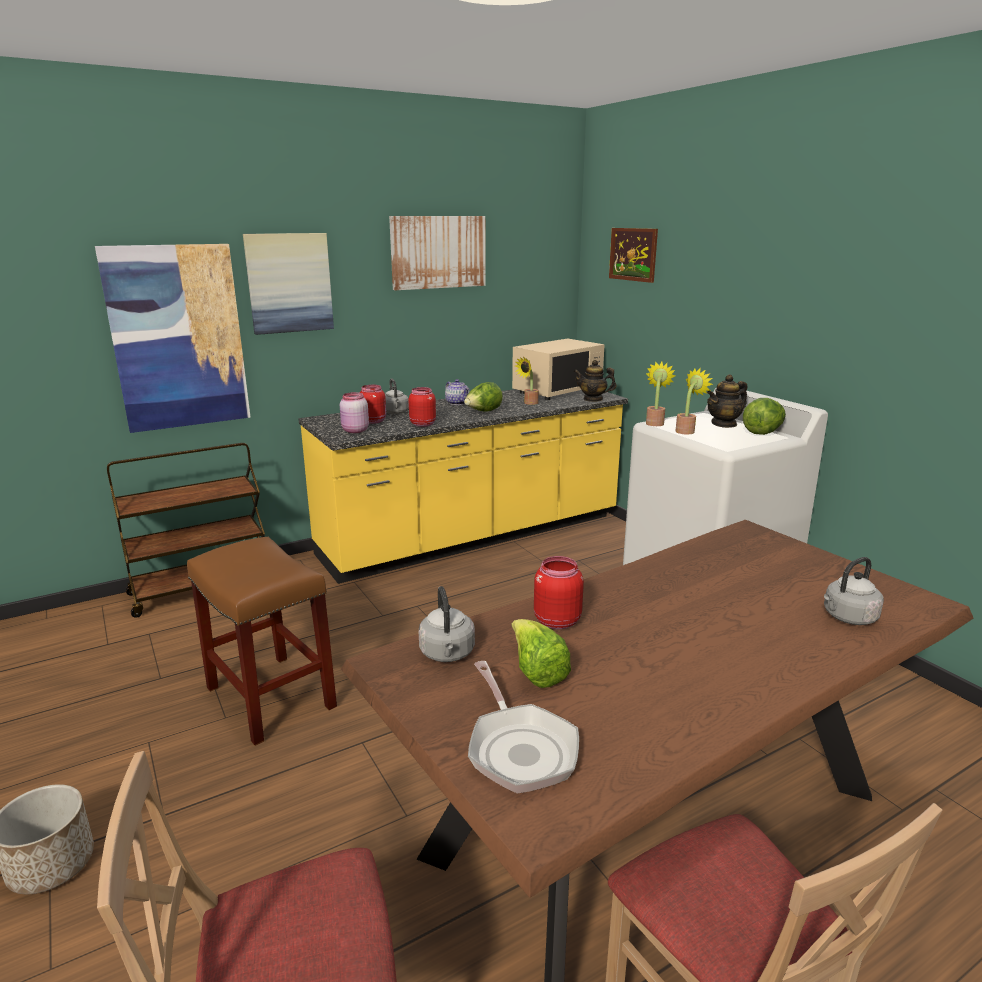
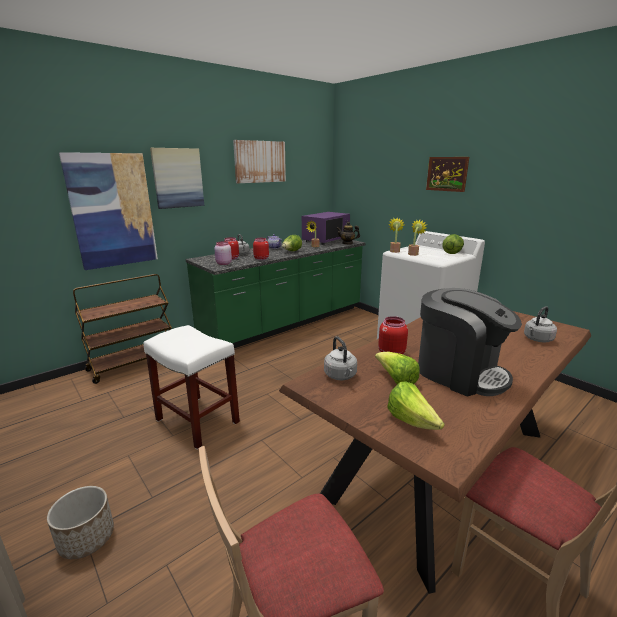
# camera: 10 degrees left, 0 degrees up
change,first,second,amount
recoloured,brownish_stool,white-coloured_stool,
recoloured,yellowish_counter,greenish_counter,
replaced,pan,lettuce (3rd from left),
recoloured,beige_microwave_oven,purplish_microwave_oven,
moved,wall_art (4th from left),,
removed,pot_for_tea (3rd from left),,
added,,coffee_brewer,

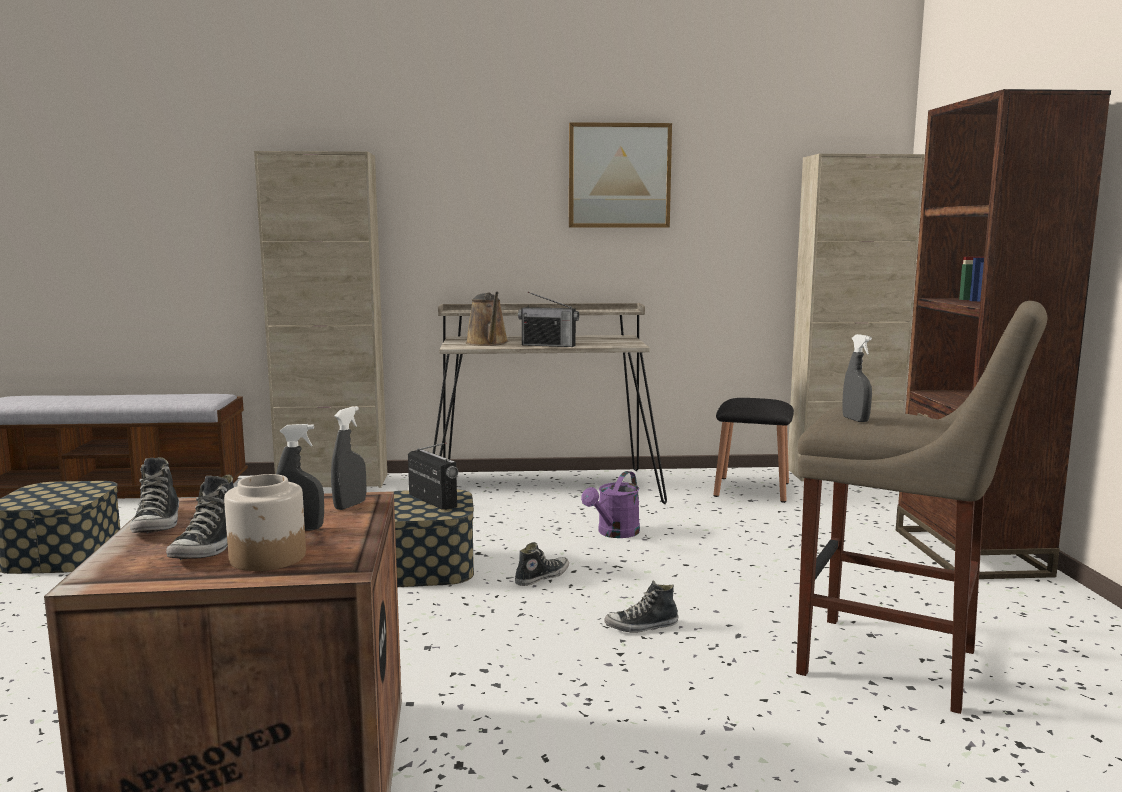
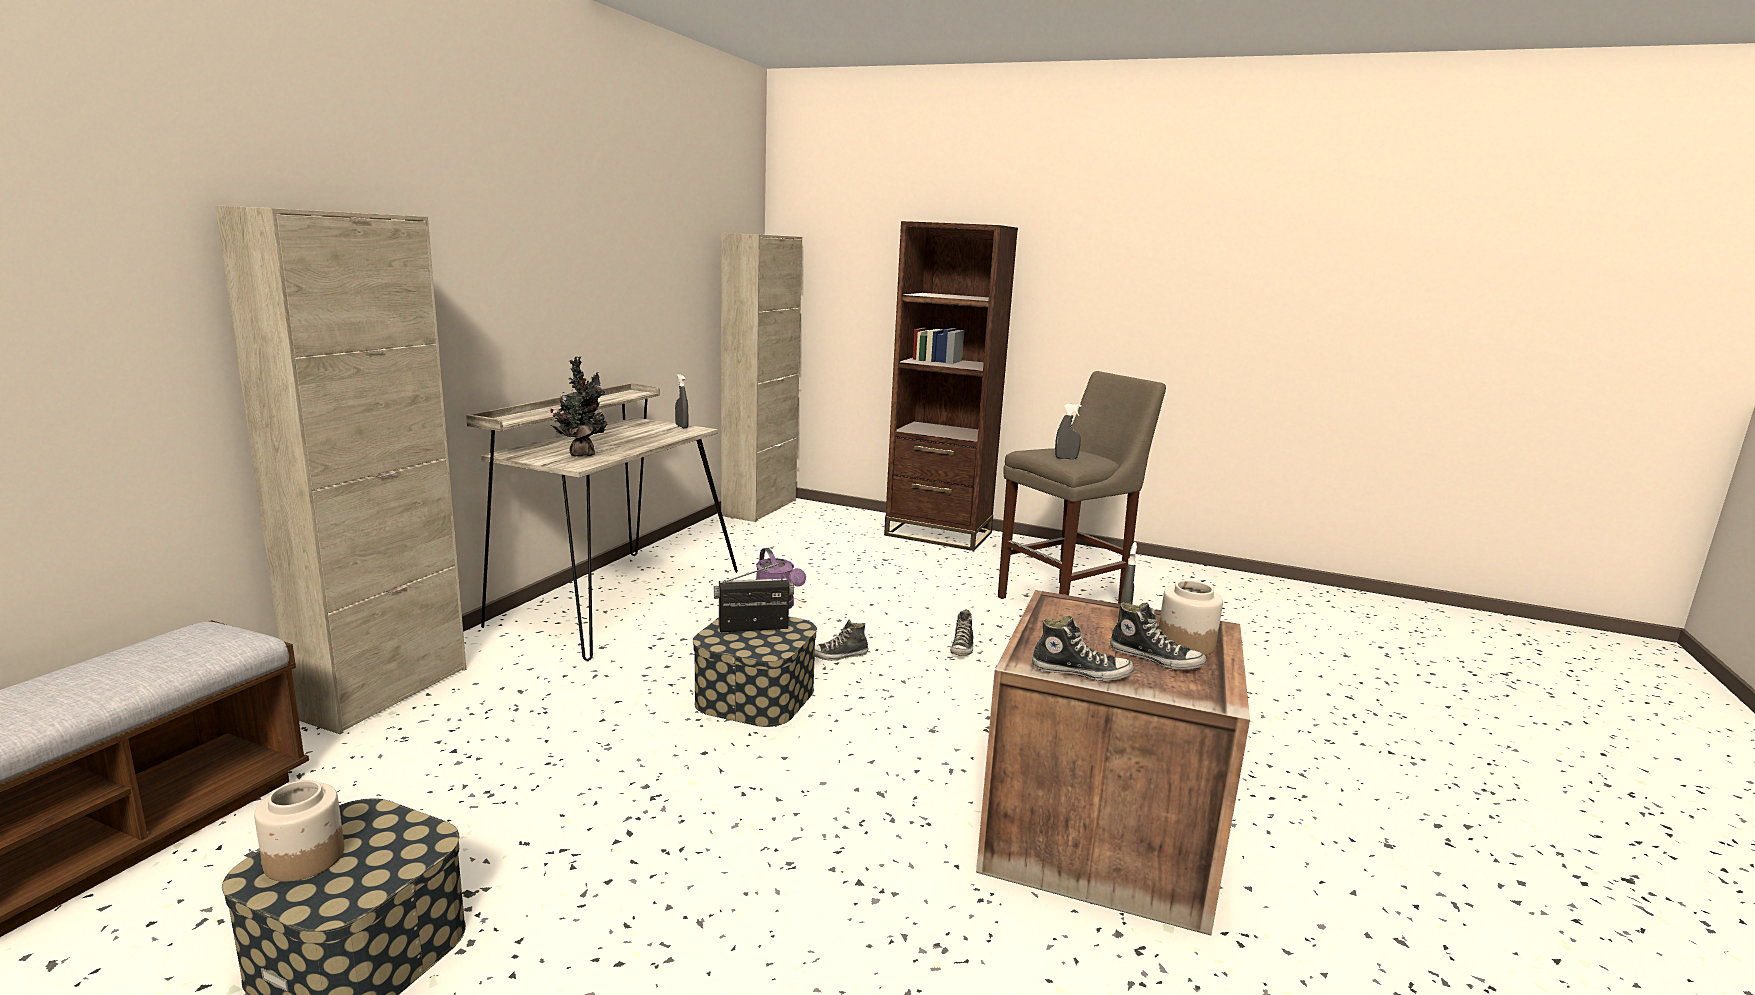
# camera: 65 degrees left, 5 degrees up
change,first,second,amount
moved,gray_hand_sprayer (2nd from left in the first image),gray_hand_sprayer (1st from left),
replaced,brownish_watering_can,potted_plant,
turned,shoe (3rd from left in the first image),shoe (1st from left),90 degrees counterclockwise
removed,radio_receiver (2nd from left),,
removed,wall_art,,
removed,black_stool,,
added,,storage_jar (1st from left),

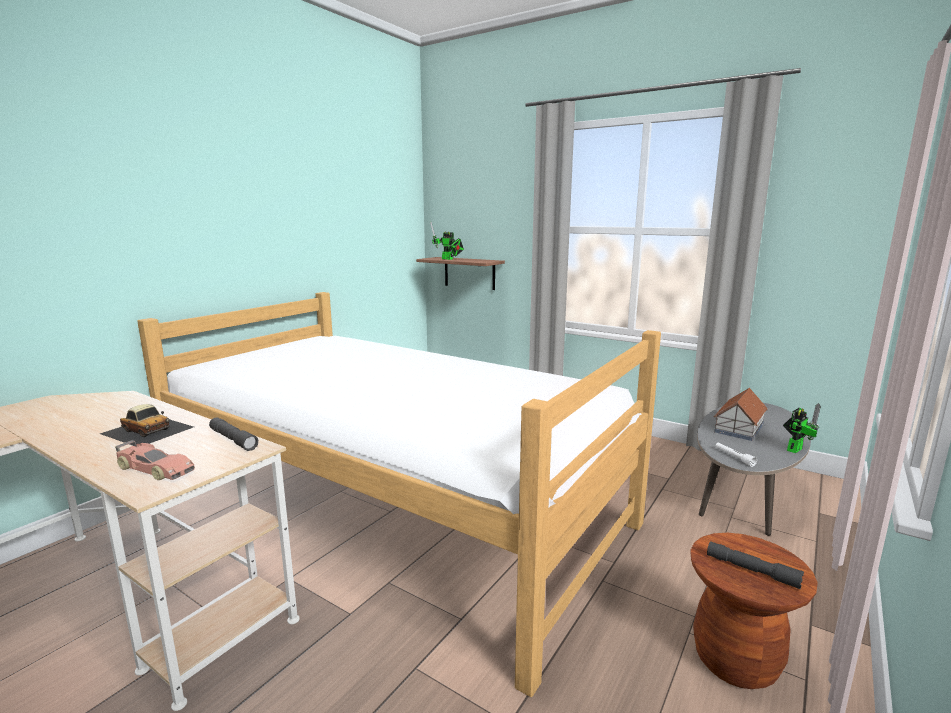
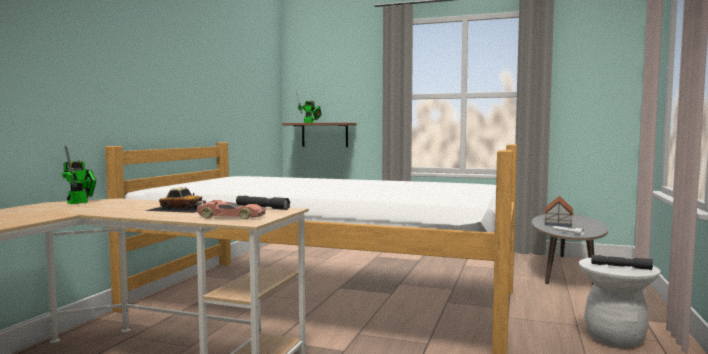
# camera: 15 degrees left, 10 degrees down
change,first,second,amount
recoloured,brownish_stool,white-coloured_stool,
moved,model_robot (2nd from left in the first image),model_robot (1st from left),

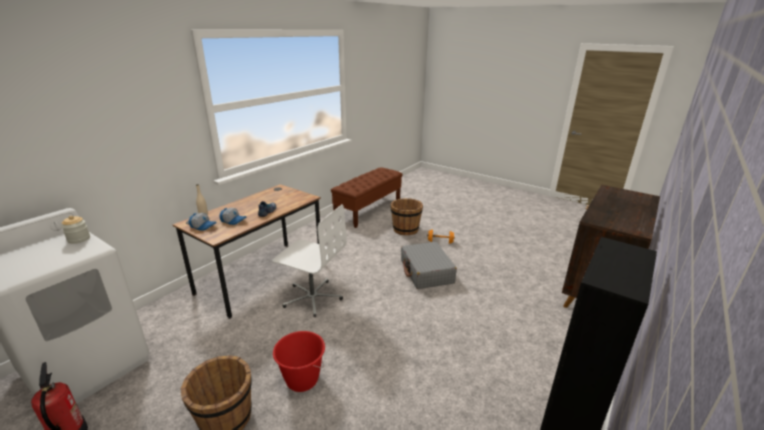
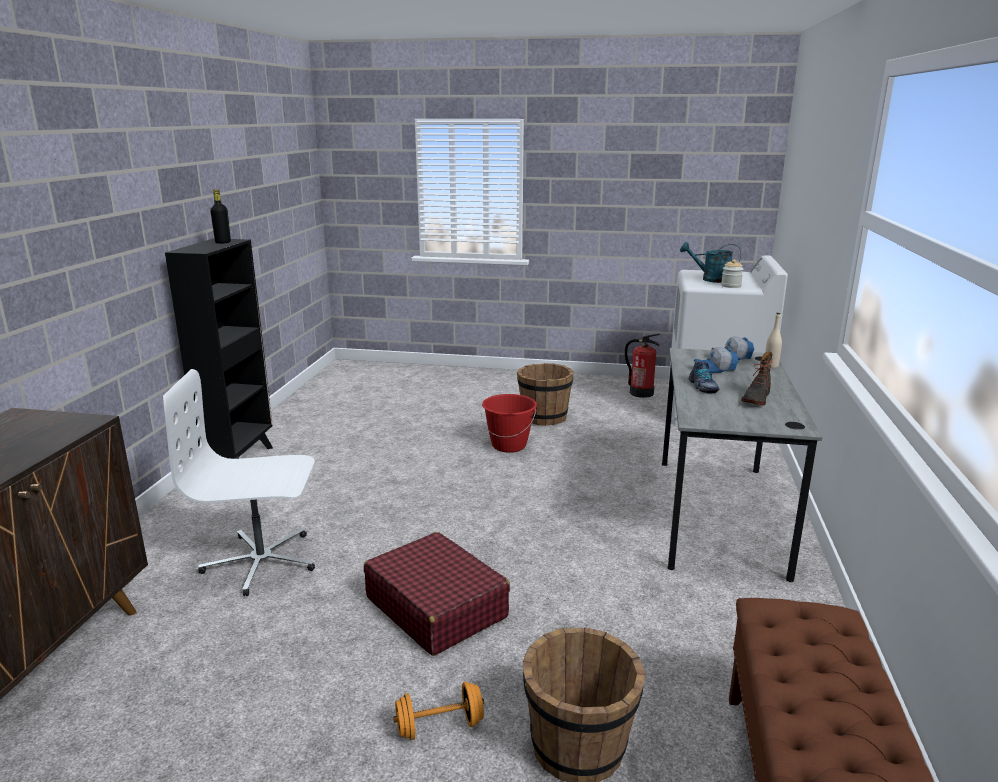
# camera: 155 degrees right, 5 degrees down
change,first,second,amount
recoloured,brownish_desk_unit,gray_desk_unit,
moved,white-coloured_desk_chair,,
recoloured,gray_suitcase,red-coloured_suitcase,
added,,black_bottle,
added,,turquoise_watering_can,
added,,high-top_boot,

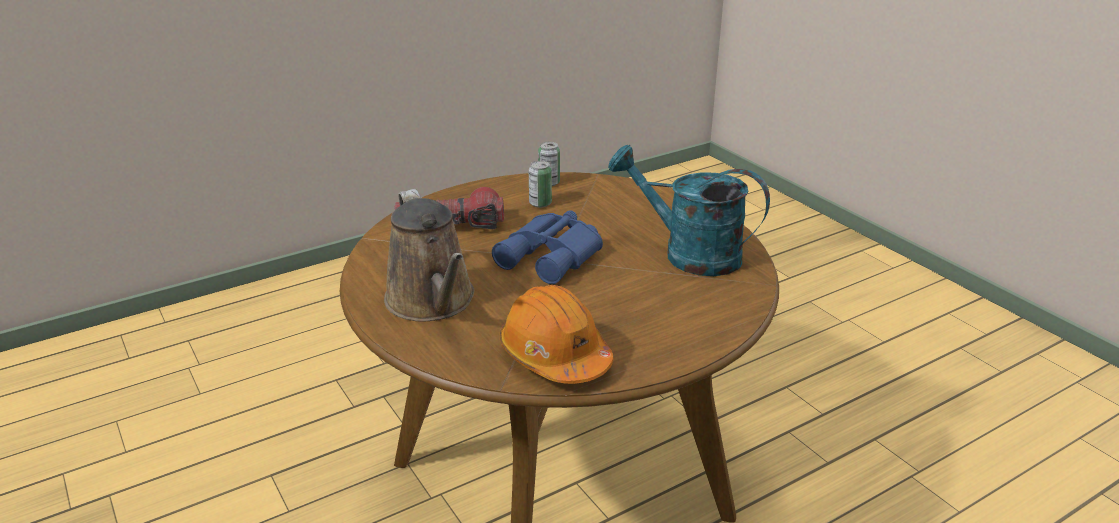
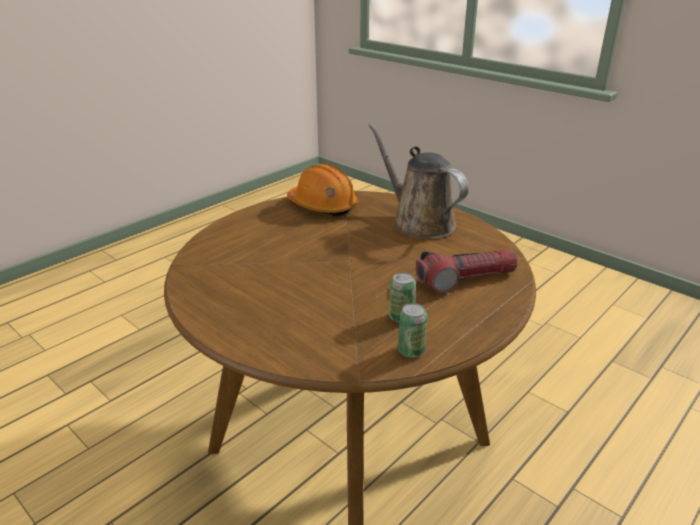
# camera: 165 degrees right, 0 degrees up
change,first,second,amount
removed,blue-coloured_pair_of_binoculars,,
removed,turquoise_watering_can,,

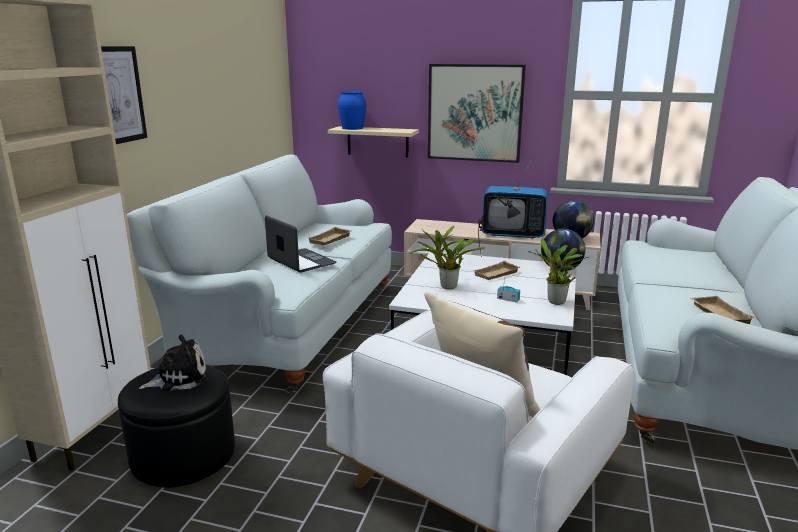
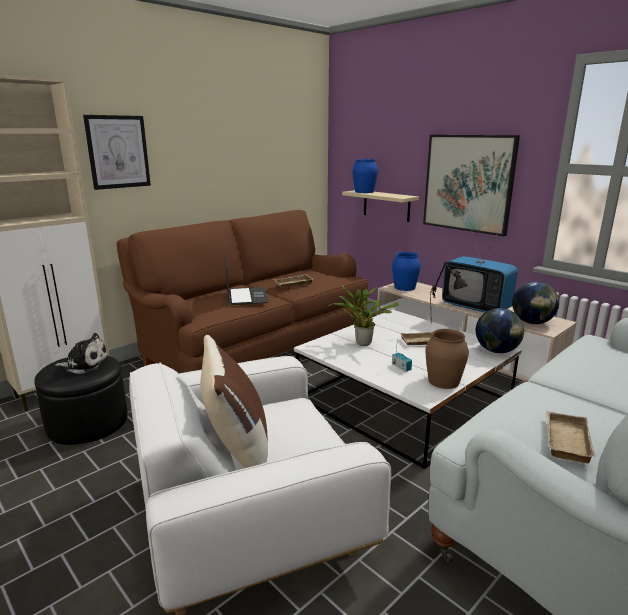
# camera: 30 degrees right, 0 degrees up
change,first,second,amount
recoloured,white-coloured_sofa (1st from left),brownish_sofa,
replaced,potted_plant (2nd from left),brownish_flower_vase,
added,,blue-coloured_flower_vase (2nd from left),

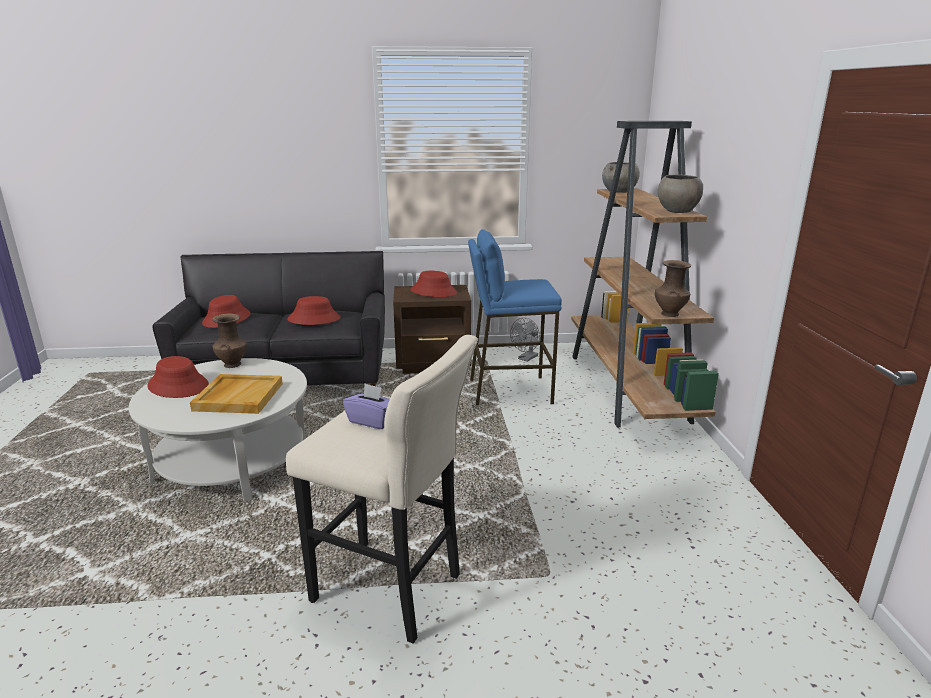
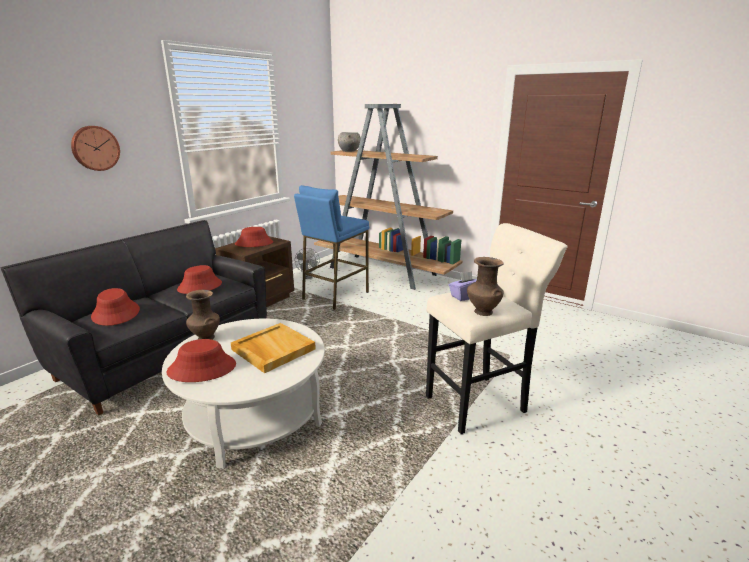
# camera: 50 degrees left, 0 degrees up
change,first,second,amount
moved,brownish_flower_vase (2nd from left),,
removed,gray_serving_bowl (2nd from left),,
added,,wall_clock,

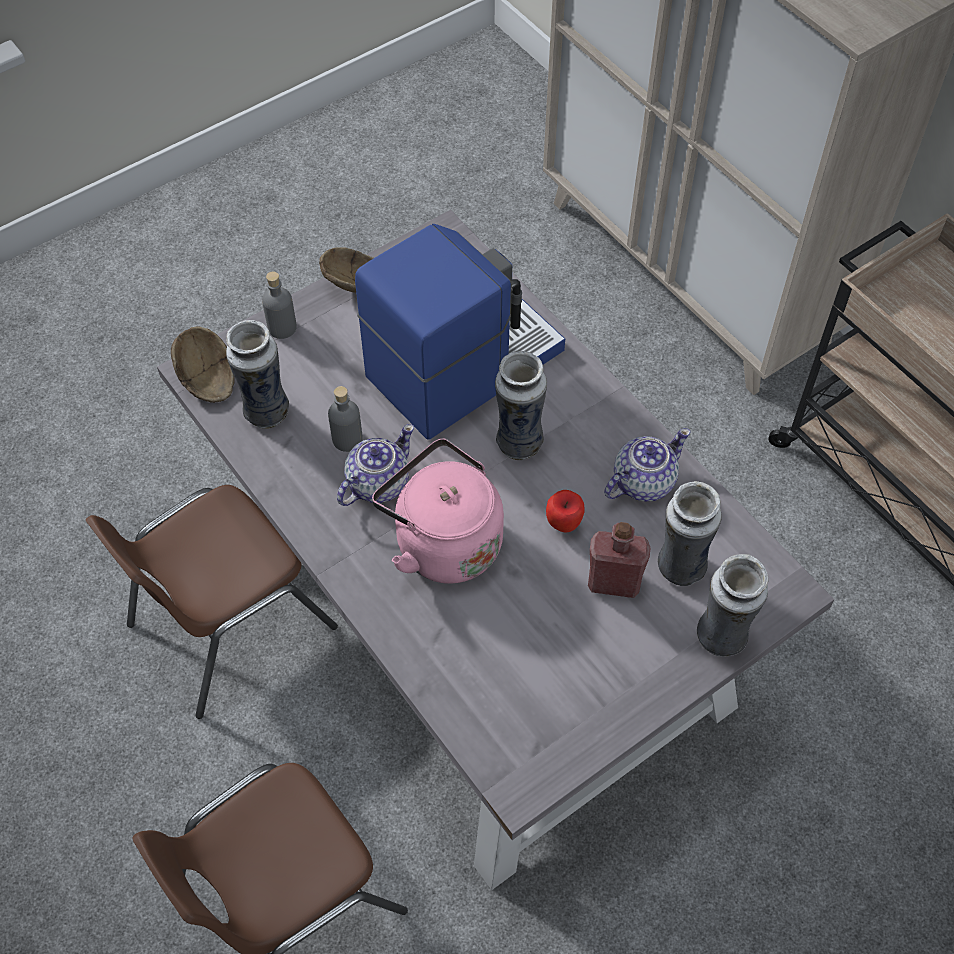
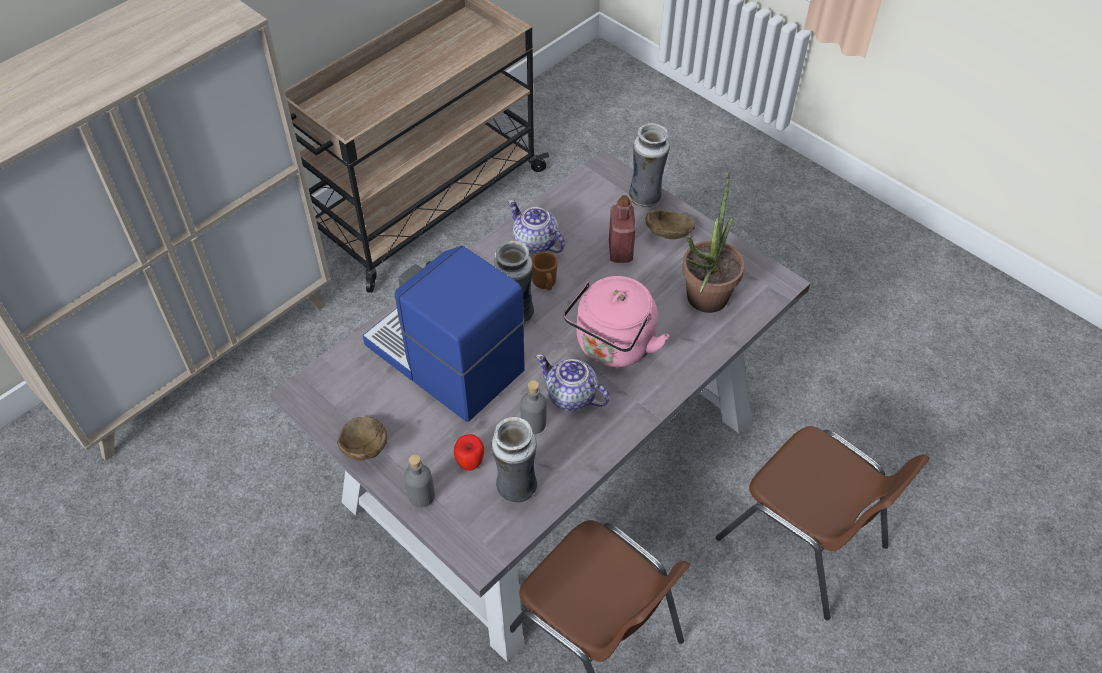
# camera: 100 degrees left, 5 degrees down
change,first,second,amount
moved,brownish_serving_bowl (1st from left in the first image),brownish_serving_bowl (2nd from left),
moved,apple,,
removed,flower_vase (3rd from left),,
added,,brownish_coffee_mug,
added,,potted_plant,

